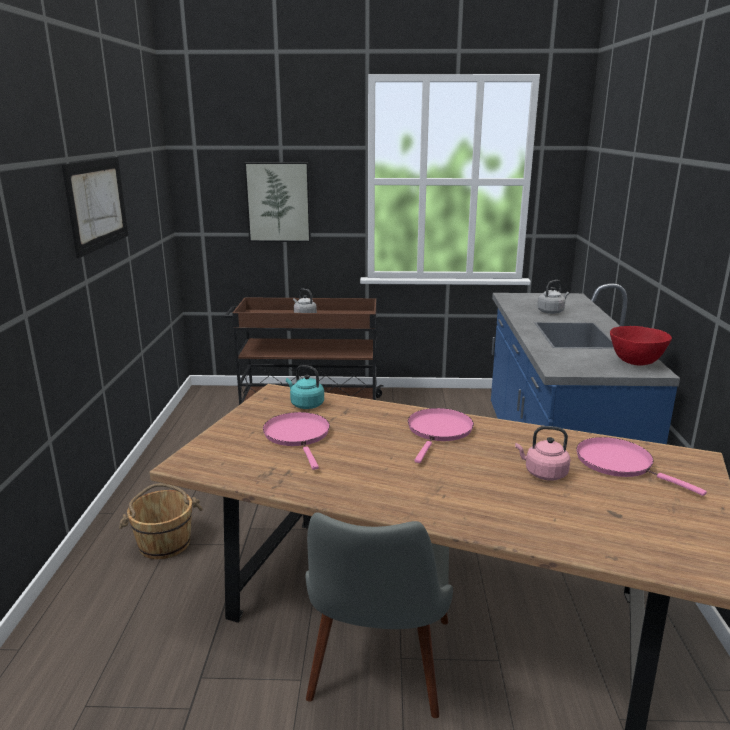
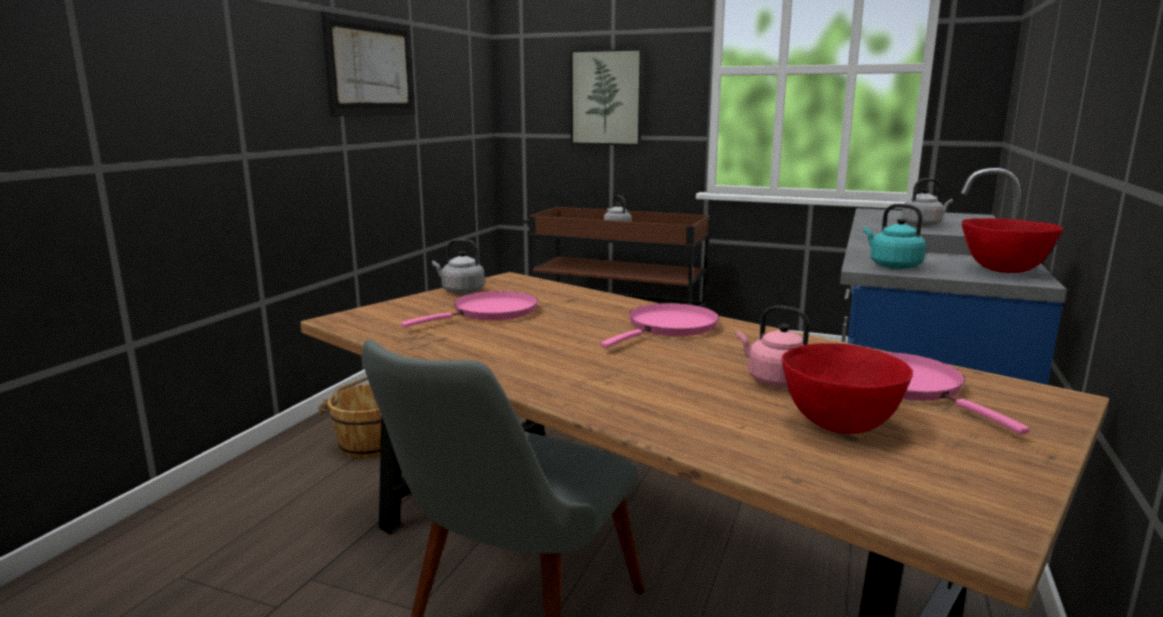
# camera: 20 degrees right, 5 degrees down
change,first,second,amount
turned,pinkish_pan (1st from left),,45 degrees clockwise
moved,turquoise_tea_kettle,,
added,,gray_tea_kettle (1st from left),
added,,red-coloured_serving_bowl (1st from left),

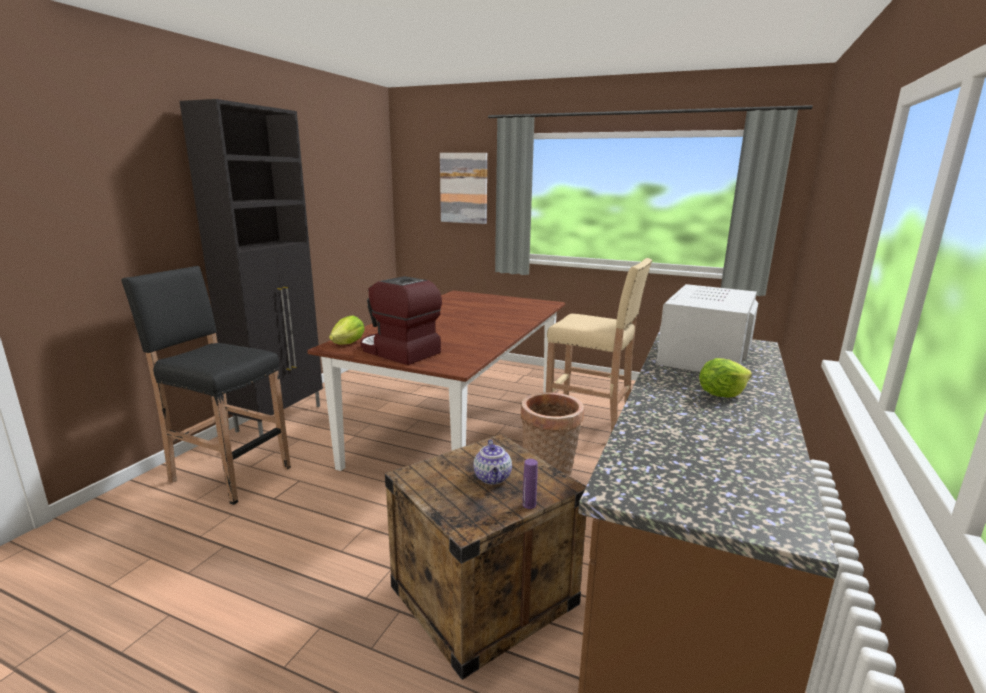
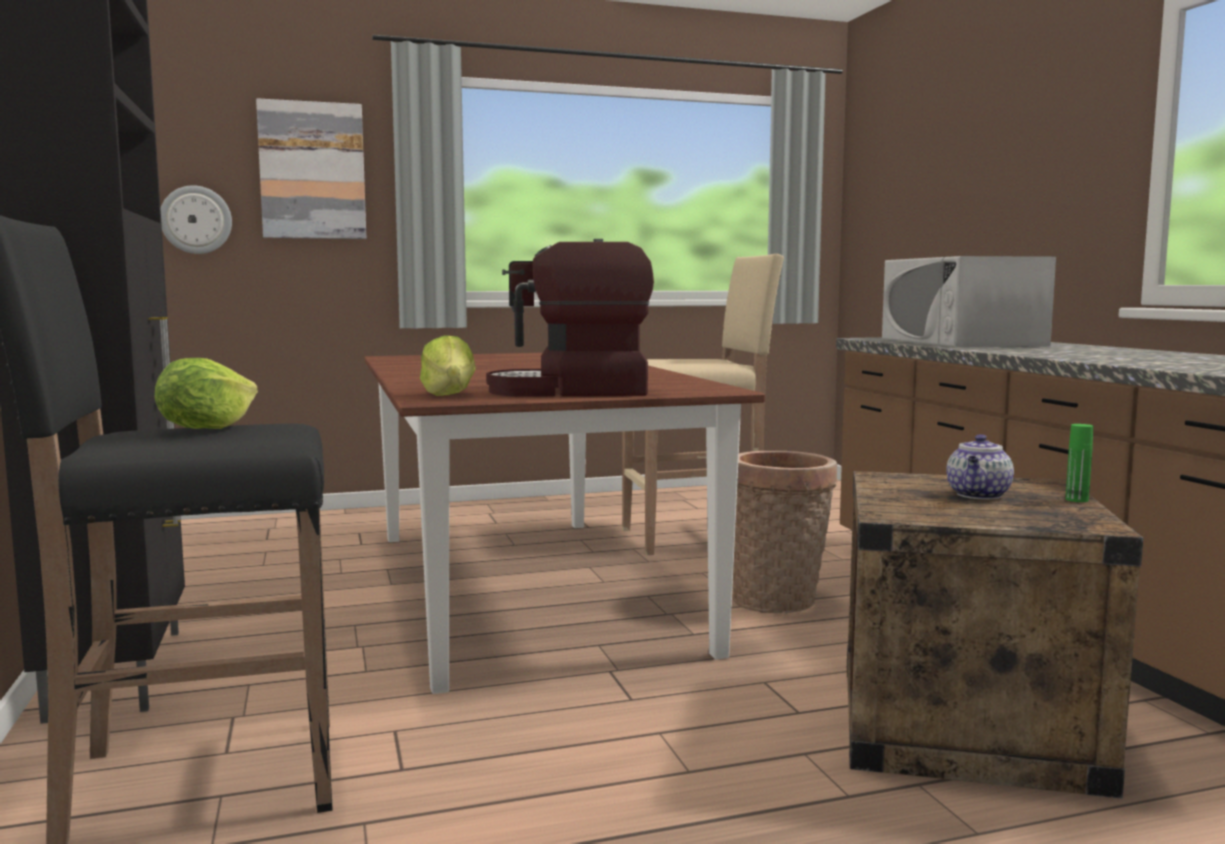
# camera: 40 degrees left, 10 degrees down
change,first,second,amount
turned,pot_for_tea,,75 degrees clockwise
recoloured,purplish_bottle,greenish_bottle,
moved,lettuce (2nd from left in the first image),lettuce (1st from left),
added,,wall_clock,

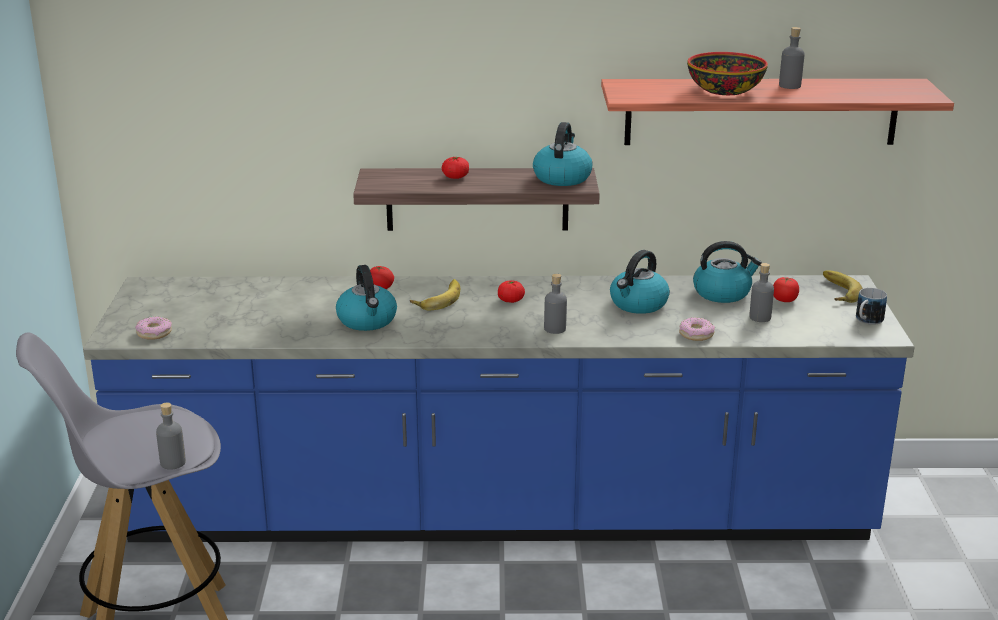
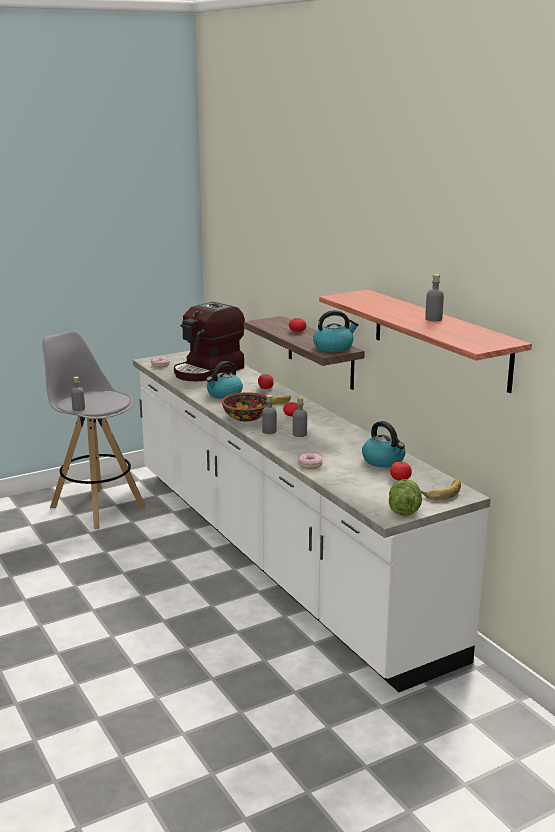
# camera: 60 degrees right, 5 degrees down
change,first,second,amount
recoloured,blue-coloured_counter,white-coloured_counter,
removed,tea_kettle (3rd from left),,
moved,serving_bowl,,
moved,gray_bottle (3rd from left),,
replaced,coffee_mug,lettuce,
added,,coffee_brewer,

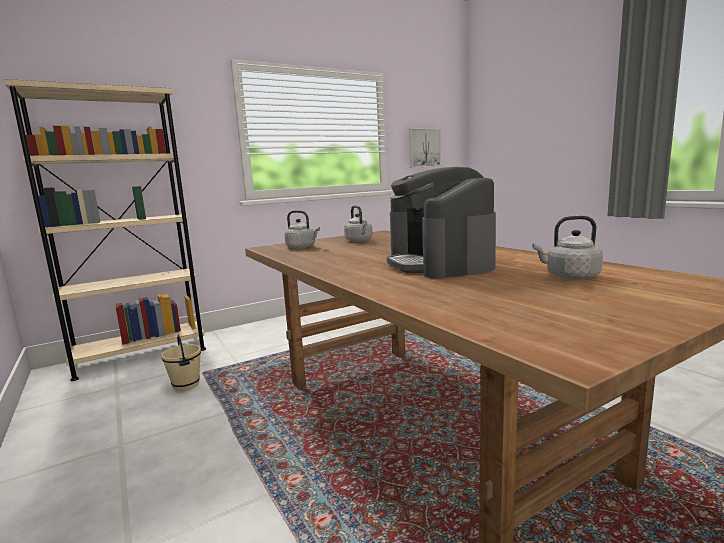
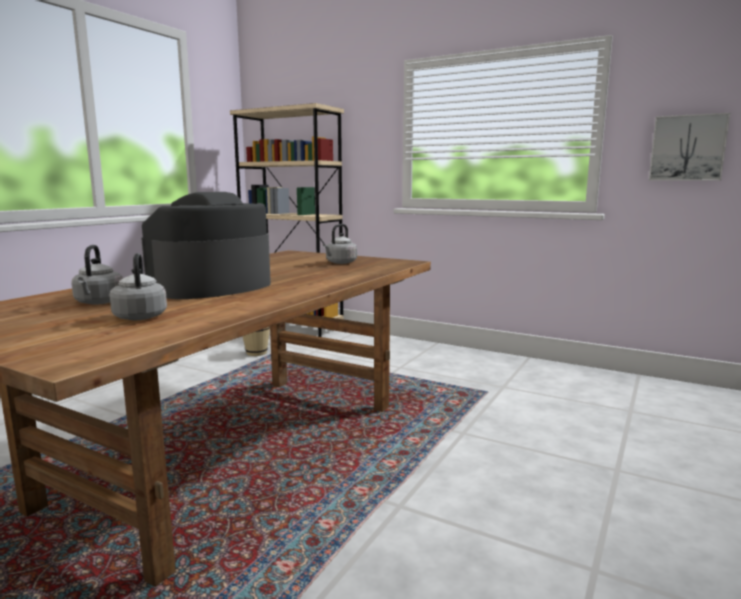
# camera: 60 degrees right, 0 degrees up
change,first,second,amount
moved,gray_tea_kettle (1st from left),,

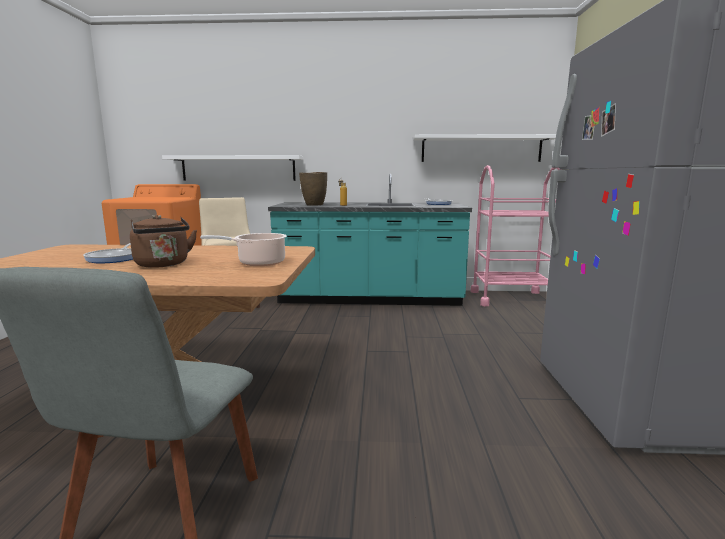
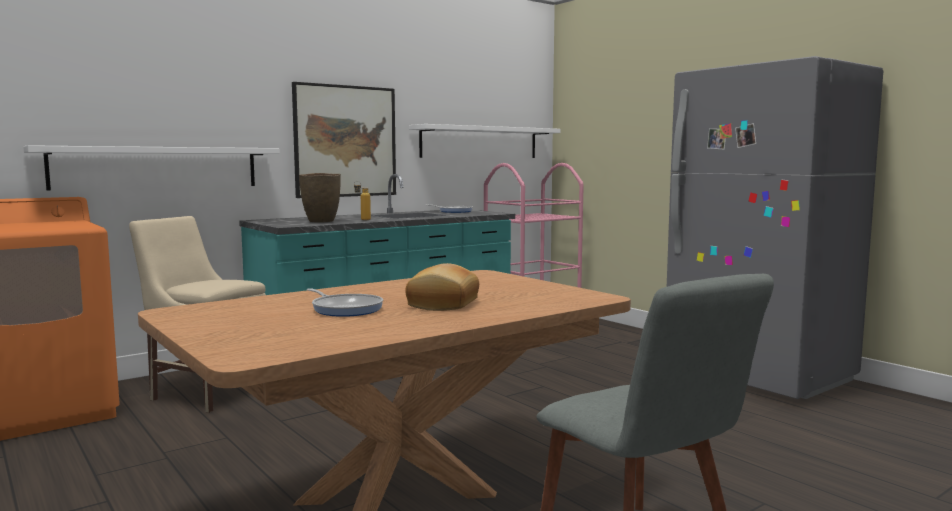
# camera: 40 degrees left, 5 degrees down
change,first,second,amount
replaced,brownish_tea_kettle,bread,
removed,stockpot,,
added,,wall_art,

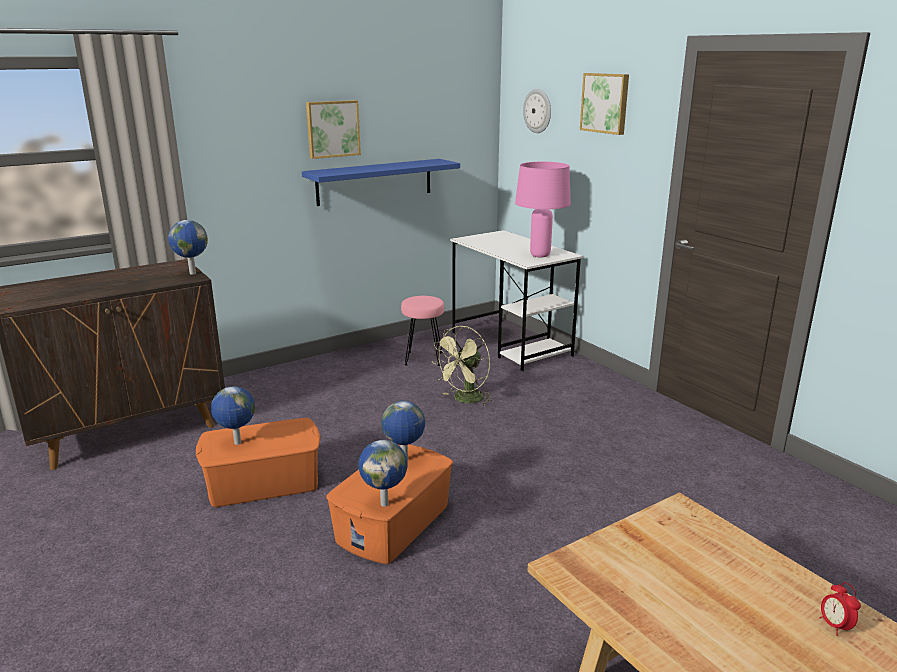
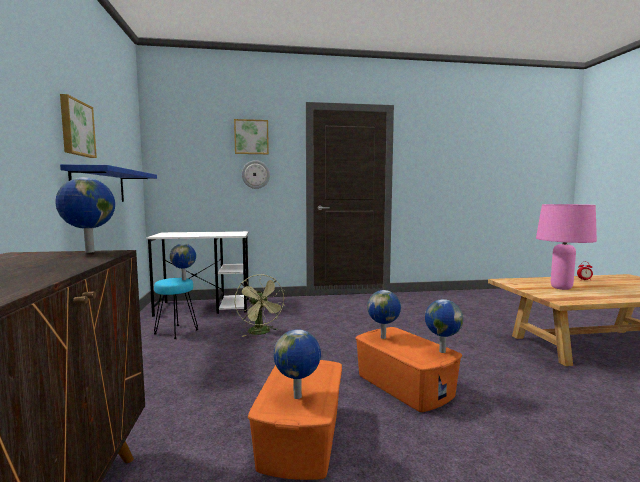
# camera: 65 degrees left, 15 degrees down
change,first,second,amount
recoloured,pinkish_stool,turquoise_stool,
moved,pinkish_tabletop_lamp,,
moved,wall_clock,,
added,,globe (2nd from left),

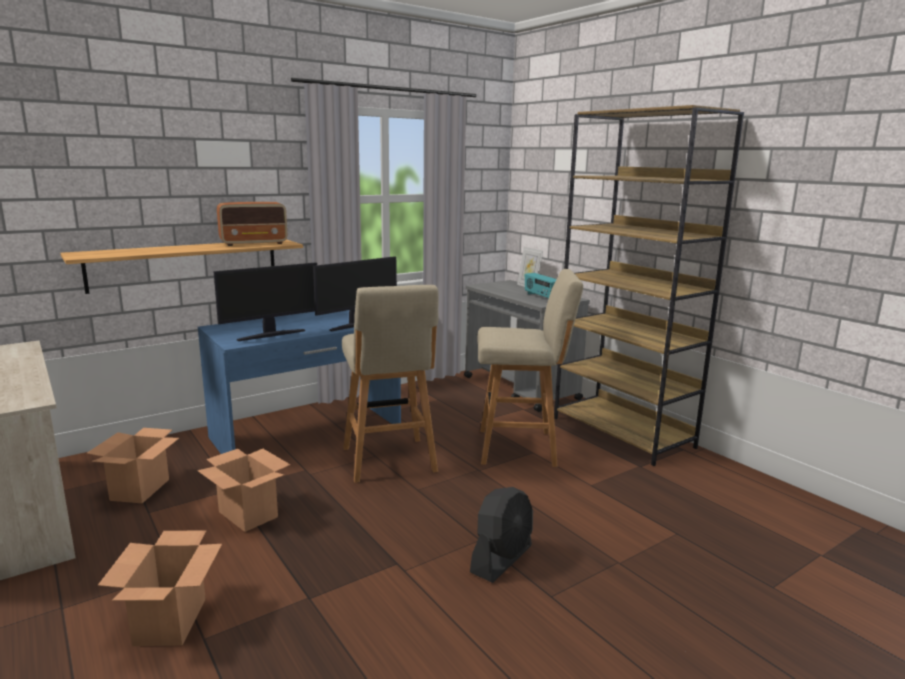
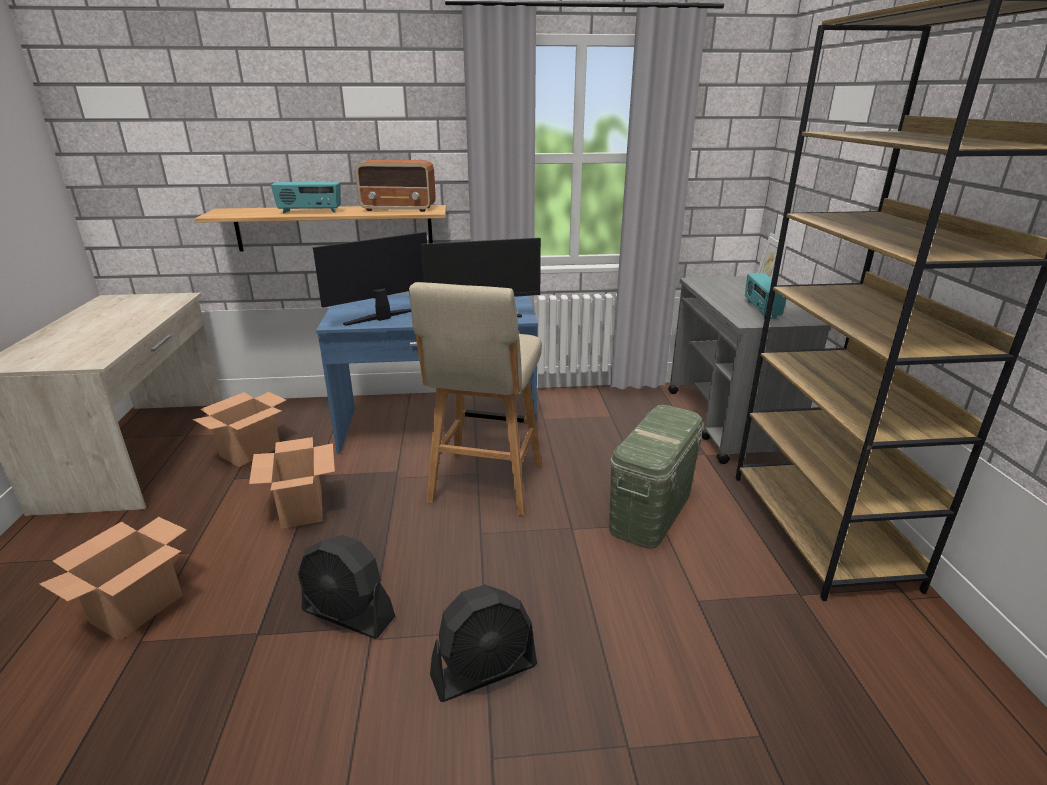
# camera: 30 degrees right, 10 degrees up
change,first,second,amount
turned,computer_screen (1st from left),,150 degrees clockwise
replaced,beige_stool (2nd from left),greenish_storage_container,
added,,radio_receiver (1st from left),
added,,black_cooling_fan (1st from left),

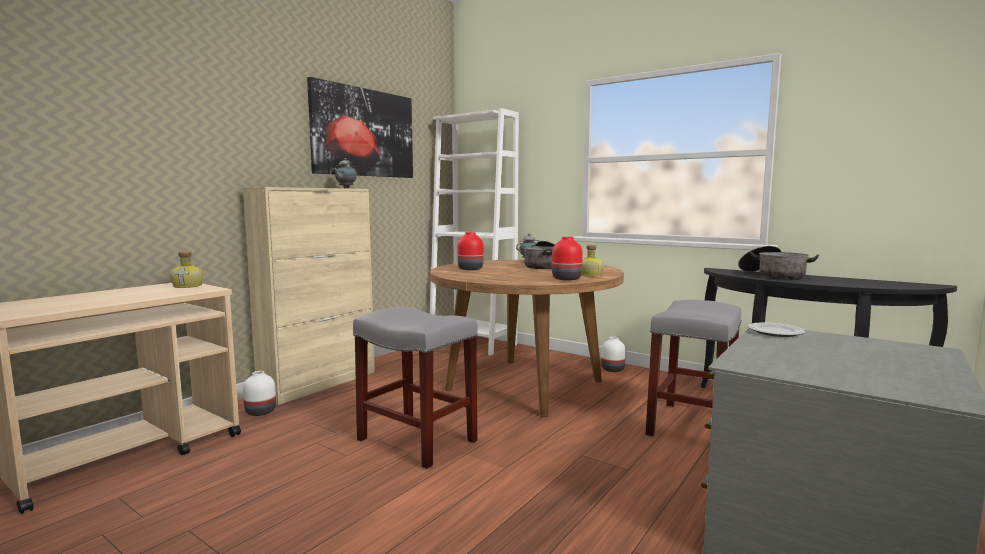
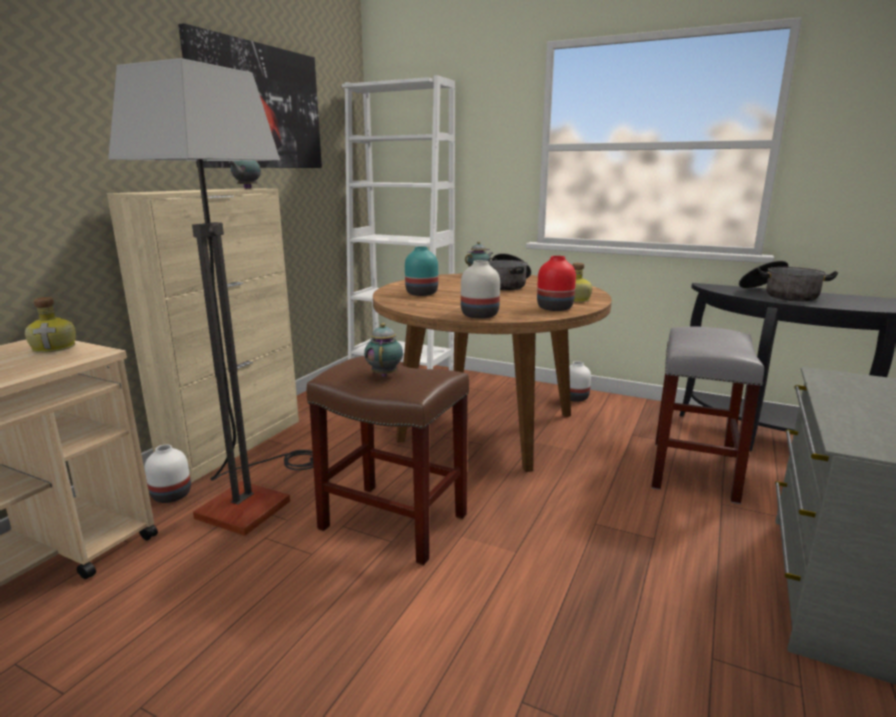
# camera: 10 degrees left, 10 degrees up
change,first,second,amount
recoloured,gray_stool (1st from left),brownish_stool,
recoloured,red-coloured_flower_vase (1st from left),turquoise_flower_vase,
removed,flat_dish,,
added,,floor_lamp,
added,,pot_for_tea (2nd from left),
added,,white-coloured_flower_vase (2nd from left),

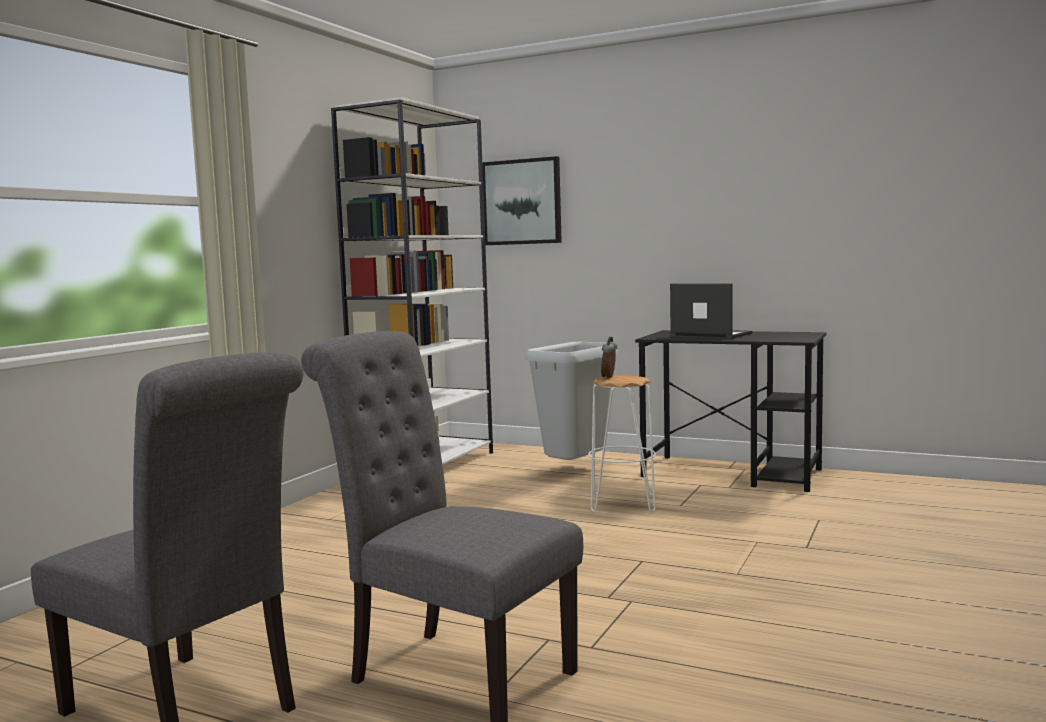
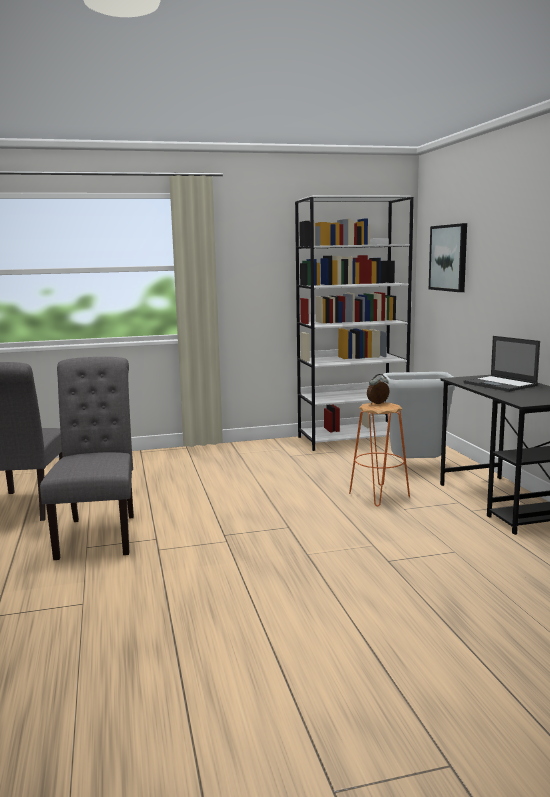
# camera: 50 degrees right, 5 degrees up
change,first,second,amount
recoloured,white-coloured_stool,orangey_stool,
turned,laptop,,150 degrees clockwise

